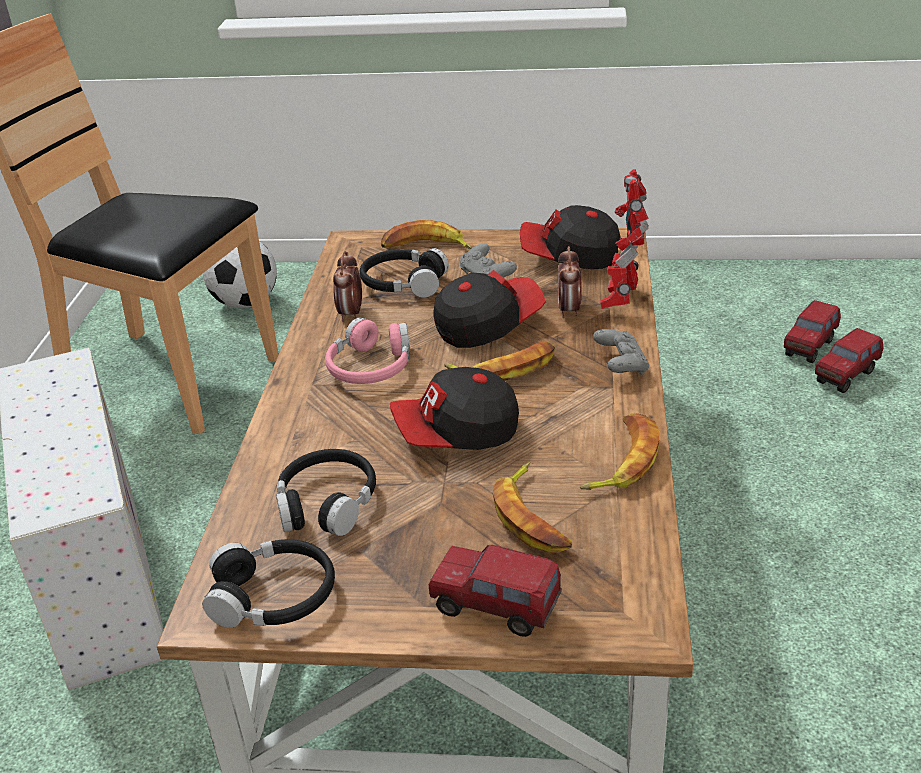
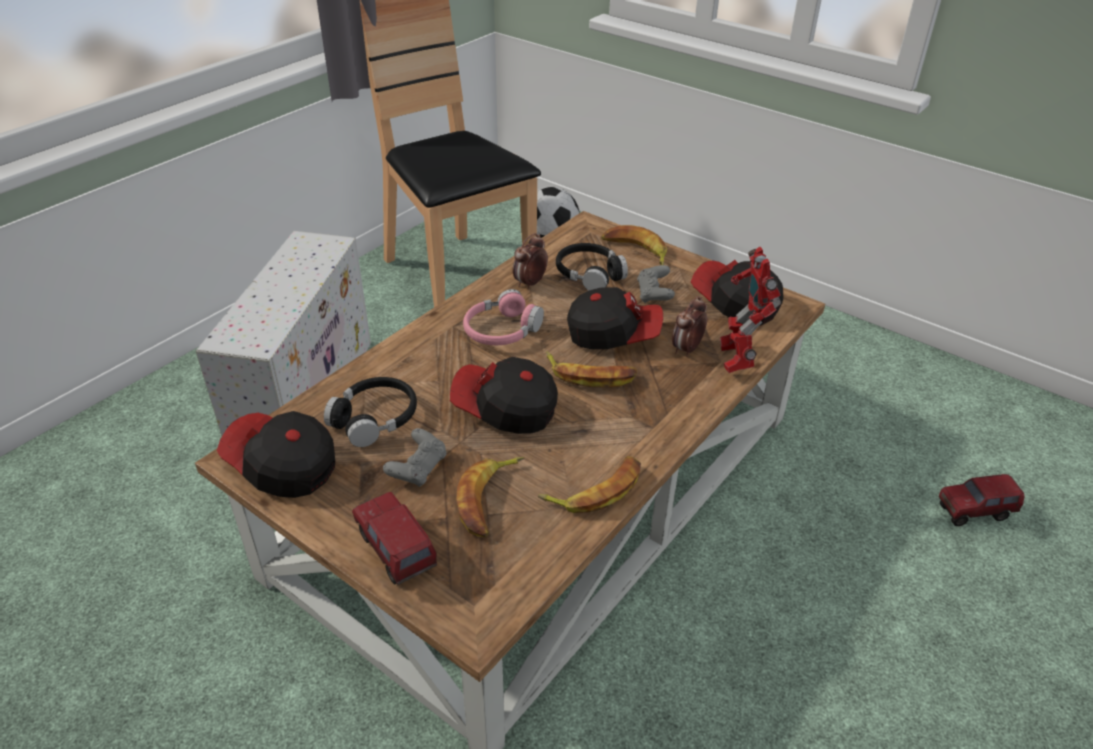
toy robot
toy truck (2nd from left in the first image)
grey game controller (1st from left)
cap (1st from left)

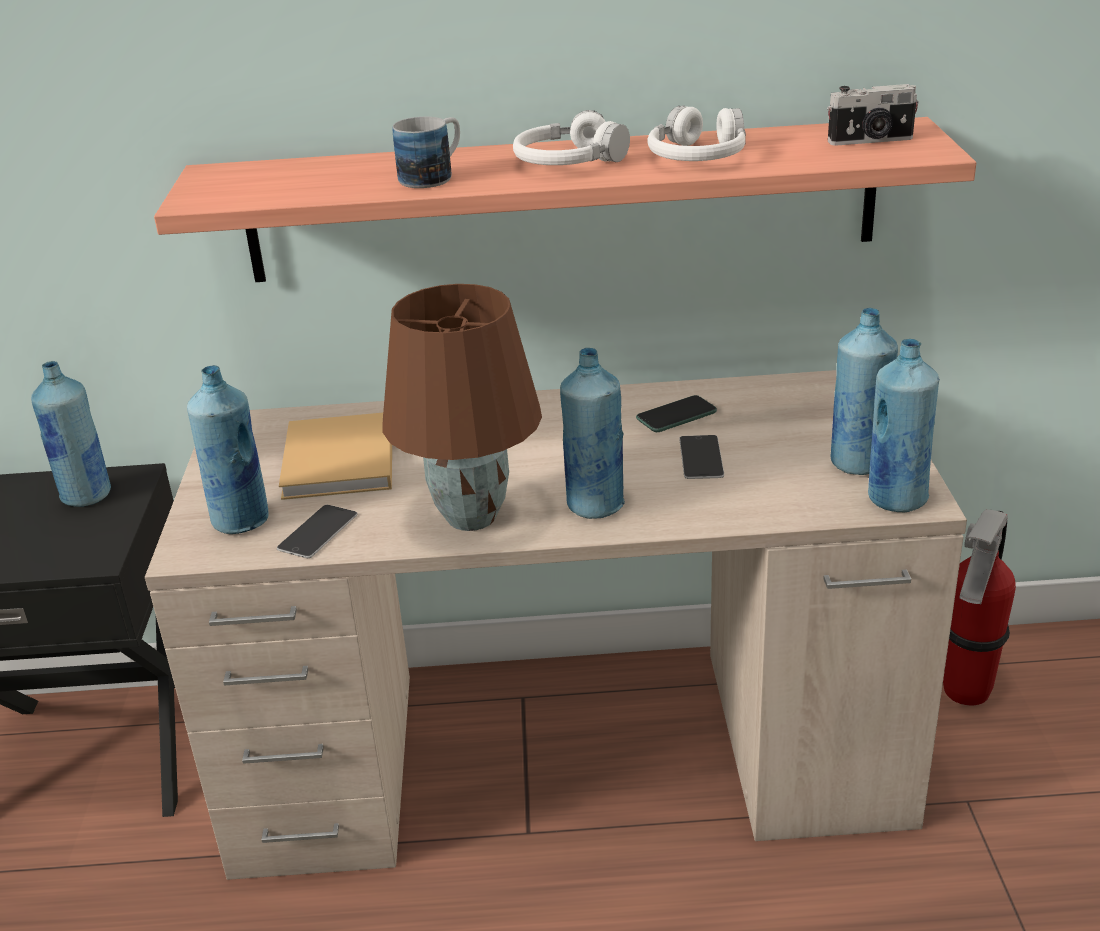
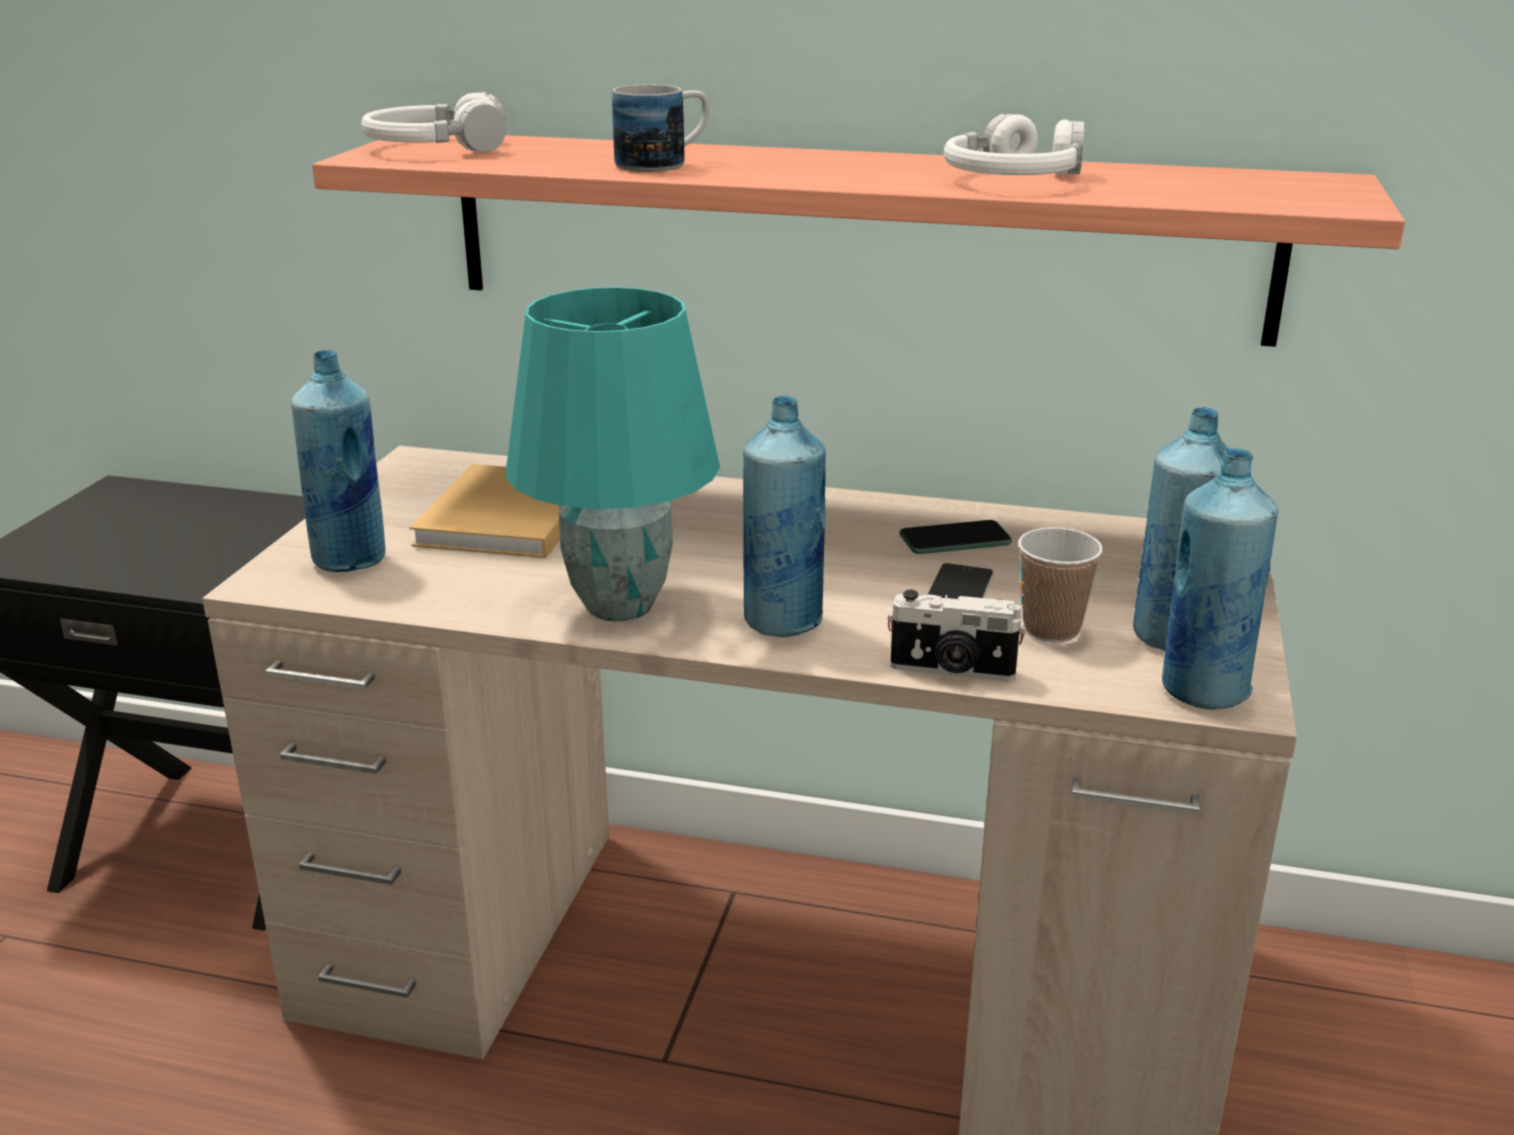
photo camera
white headphones (1st from left)
turquoise table lamp
blue bottle (1st from left in the first image)
phone (1st from left in the first image)
fire extinguisher
cup

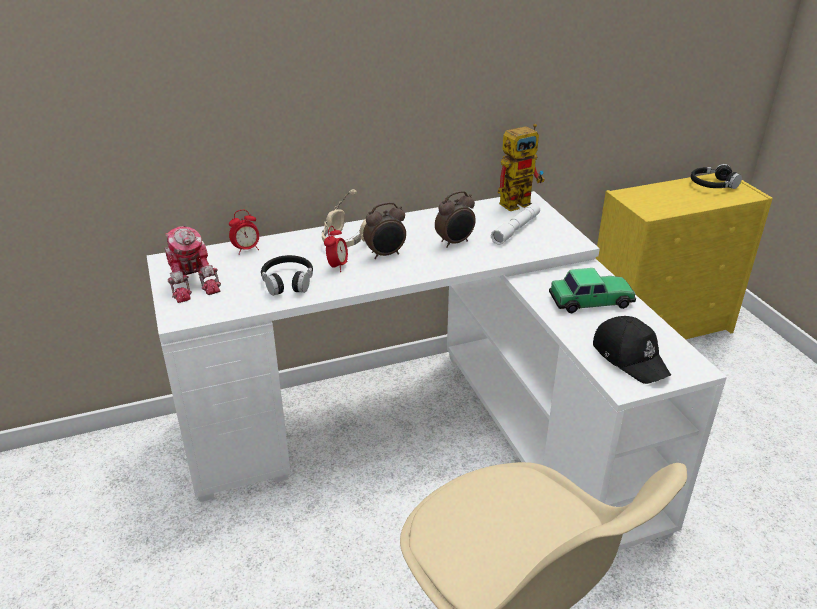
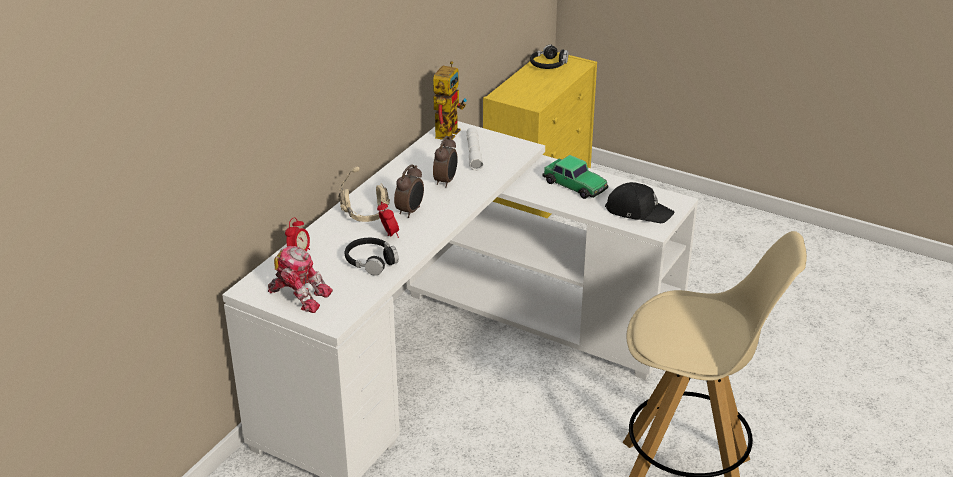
toy car

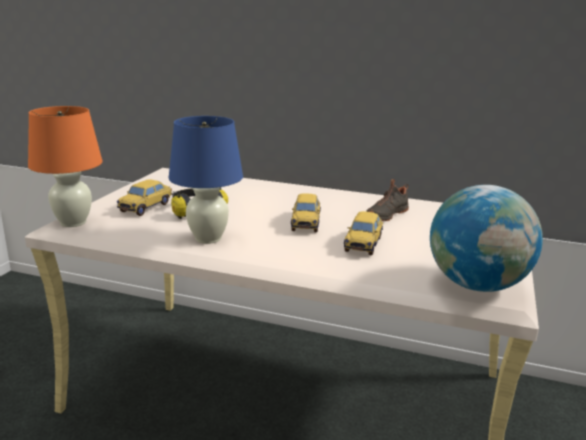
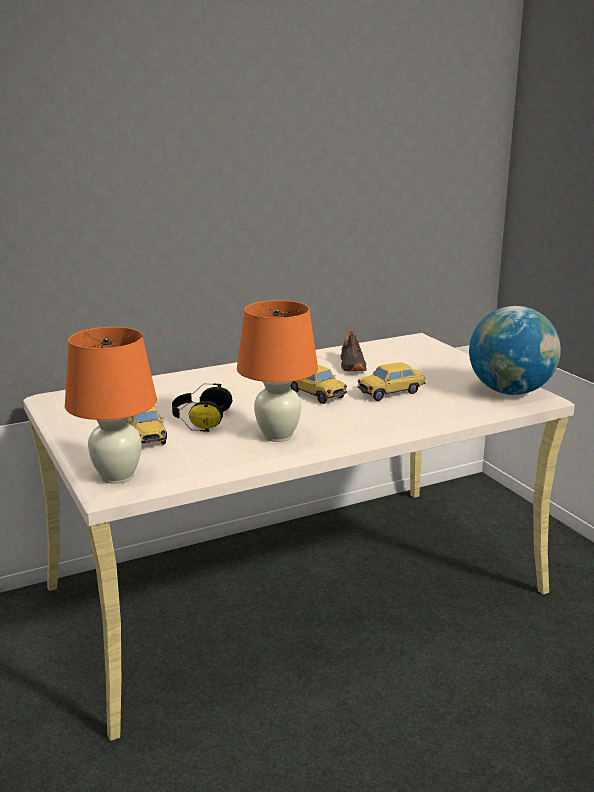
orange table lamp (2nd from left)
toy car (3rd from left)

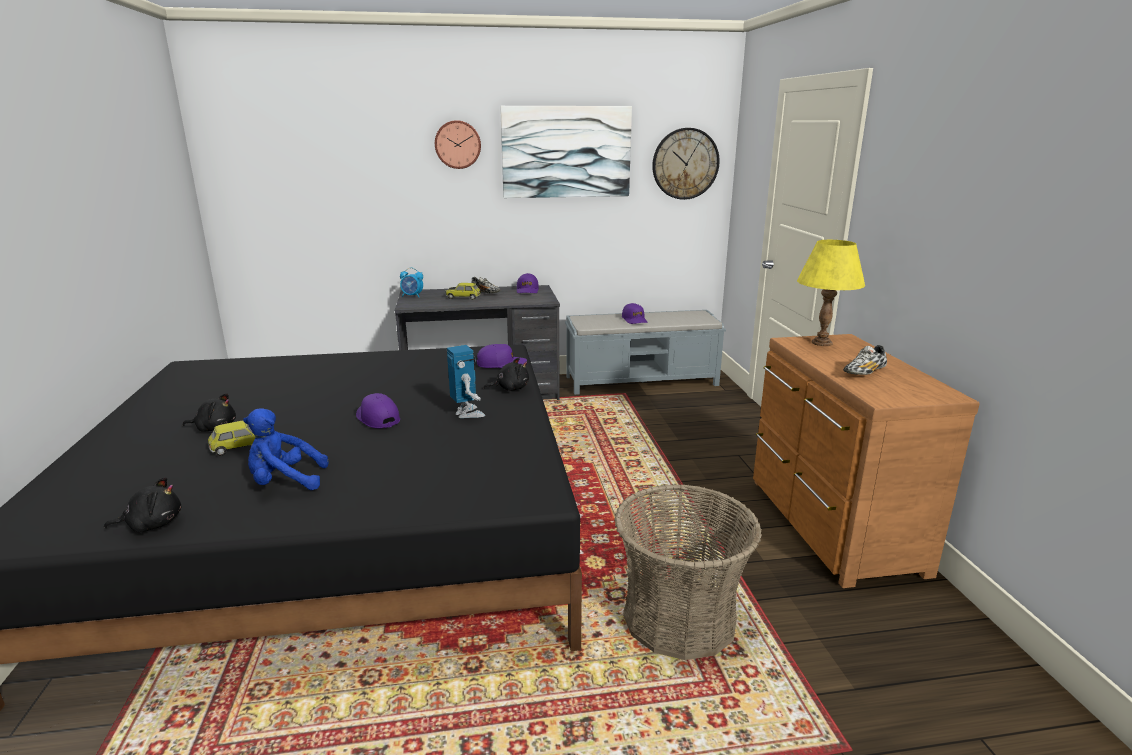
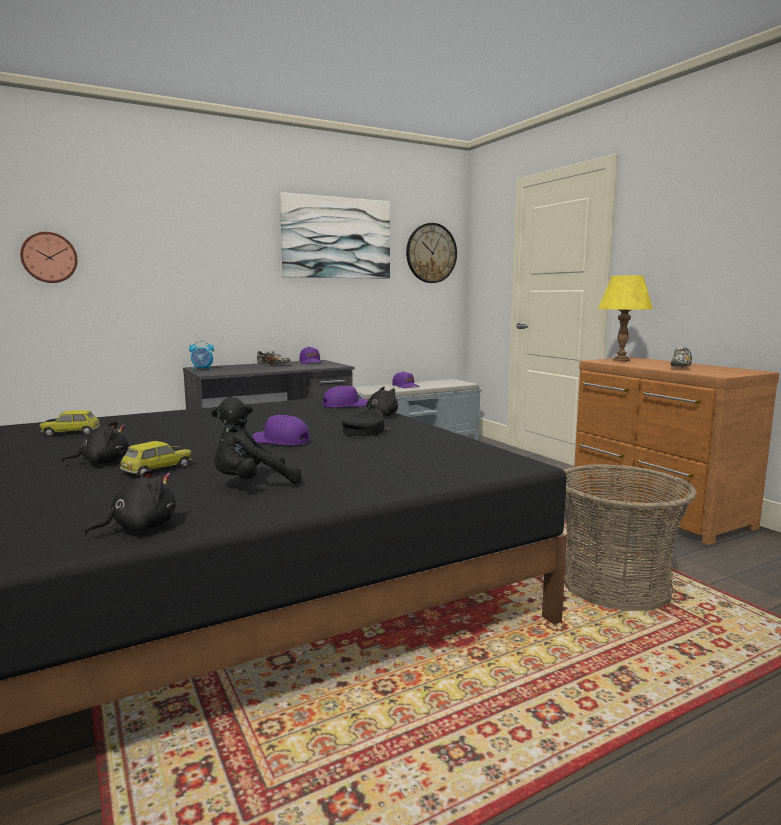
wall clock (1st from left)
toy car (1st from left)
black cap
black plush toy (3rd from left)

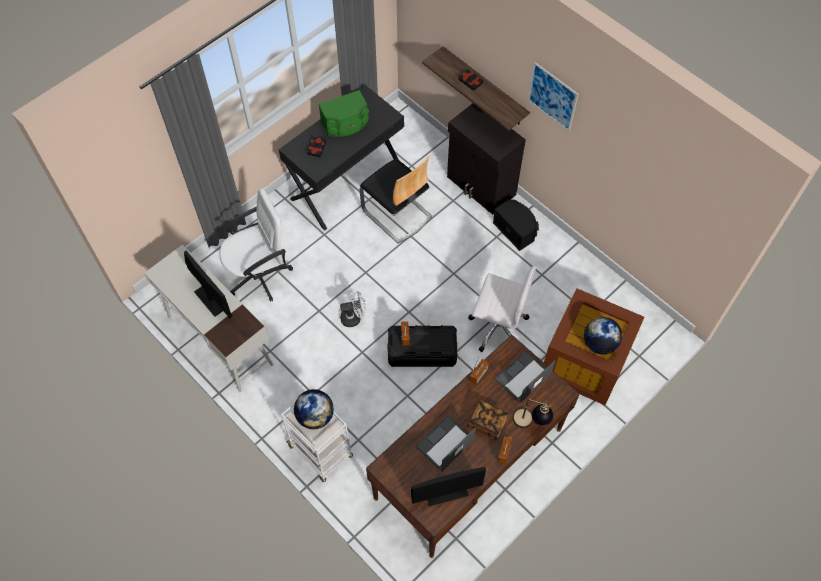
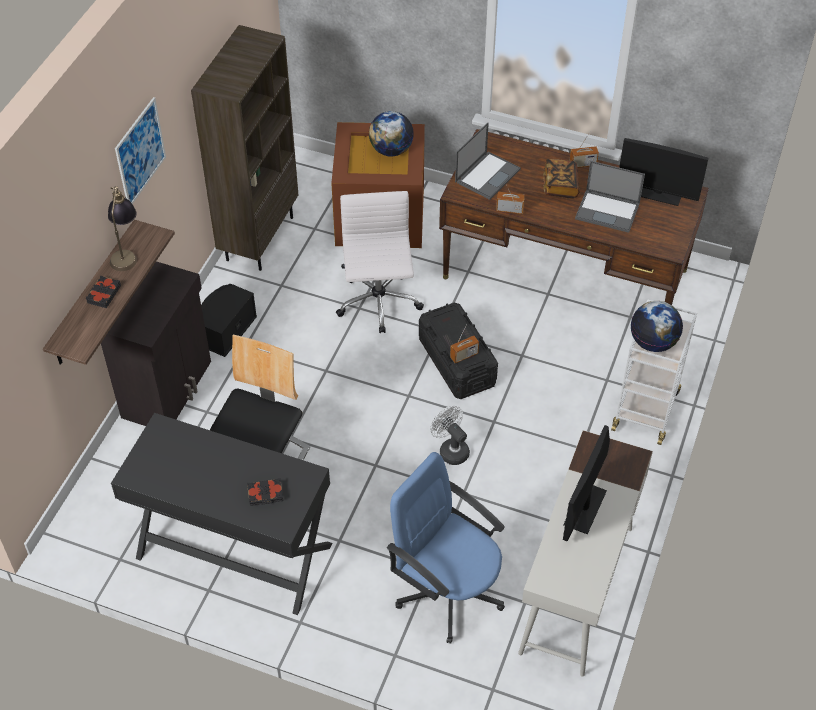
green speaker
blue office chair
laptop (1st from left)
table lamp
monitor (2nd from left)
brown bookcase

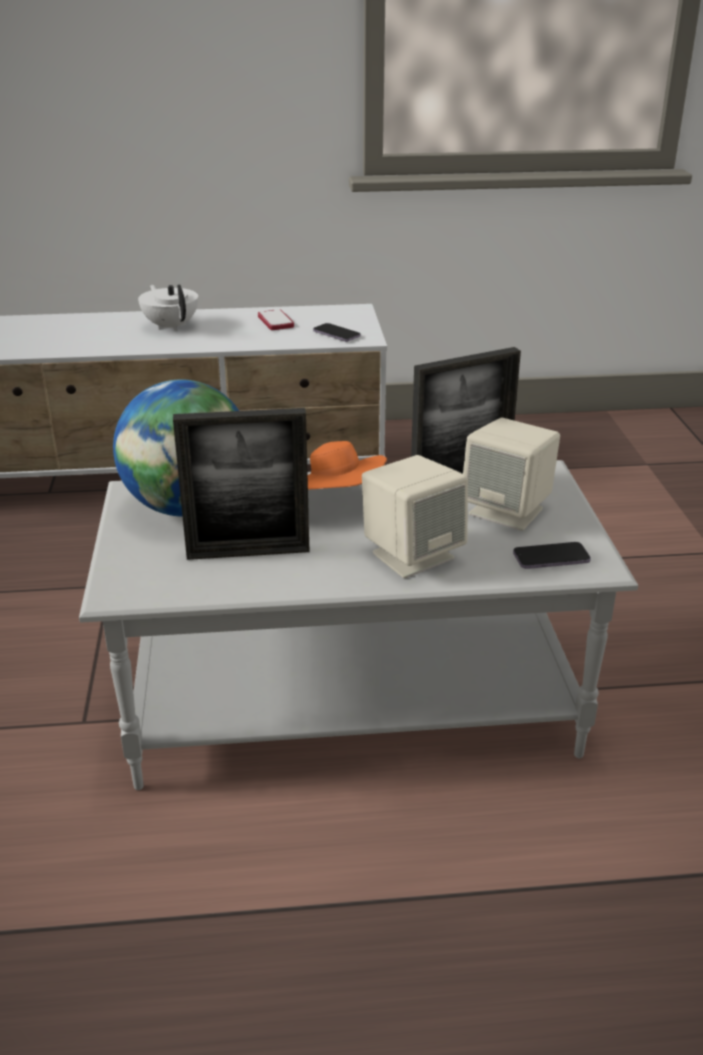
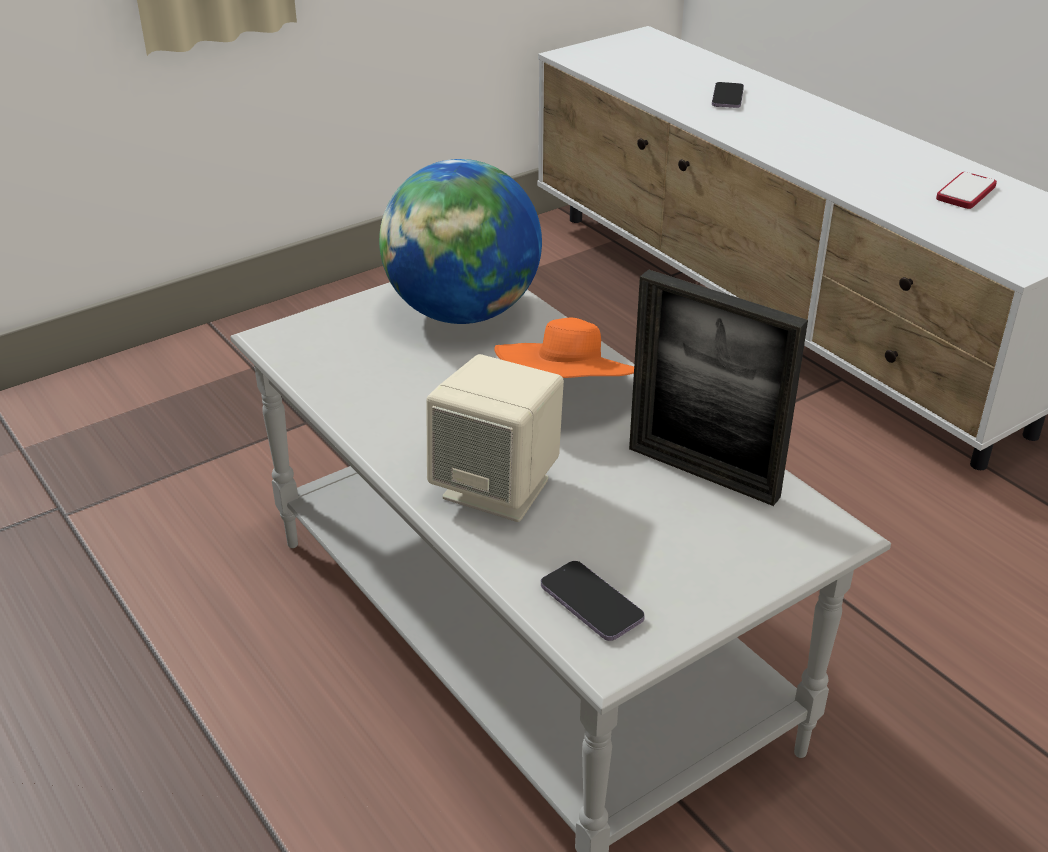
white teapot
phone (2nd from left)
picture frame (1st from left in the first image)
beige speaker (2nd from left in the first image)

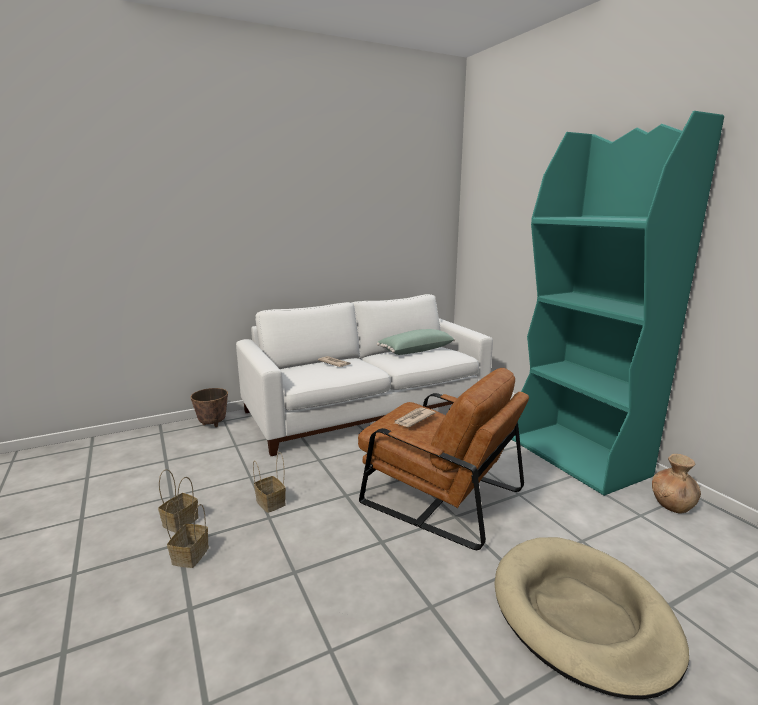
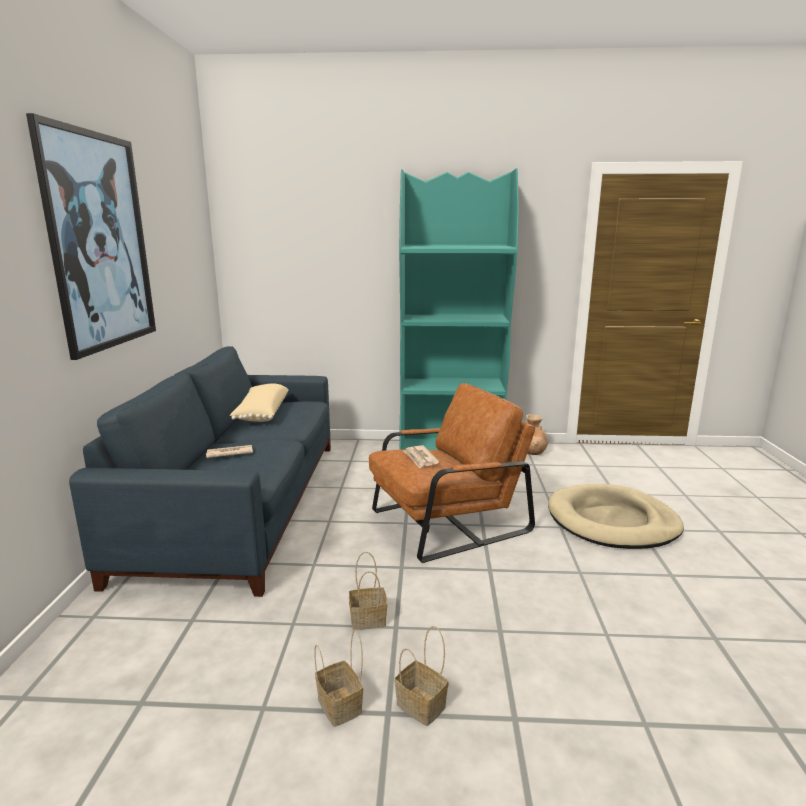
blue sofa
beige pillow
planter
picture

